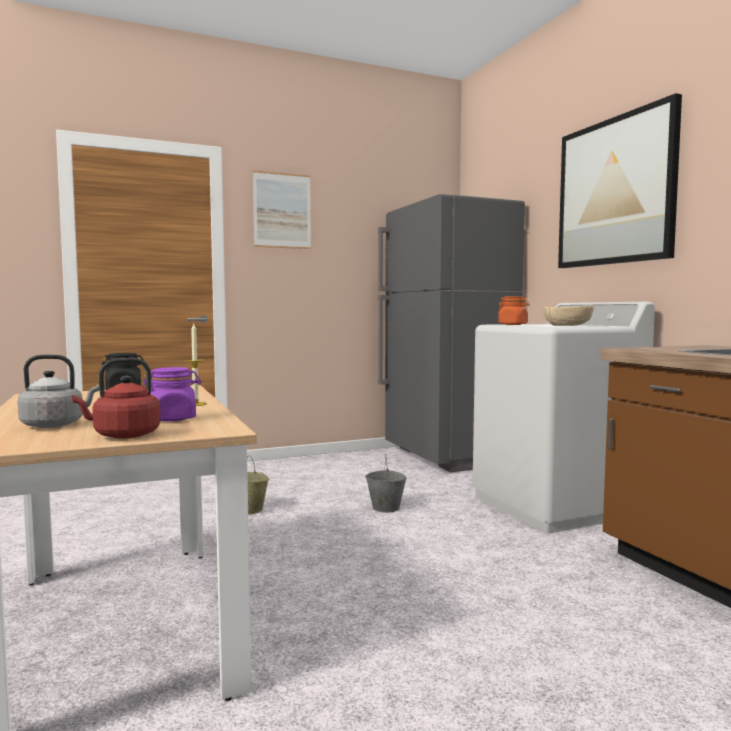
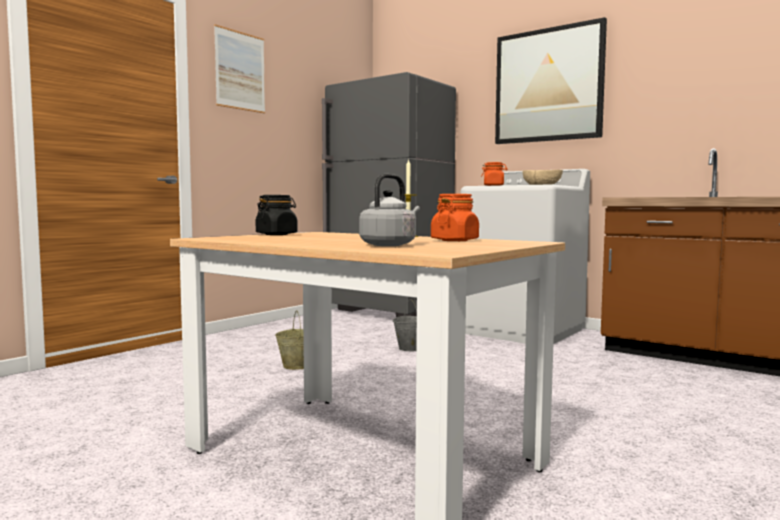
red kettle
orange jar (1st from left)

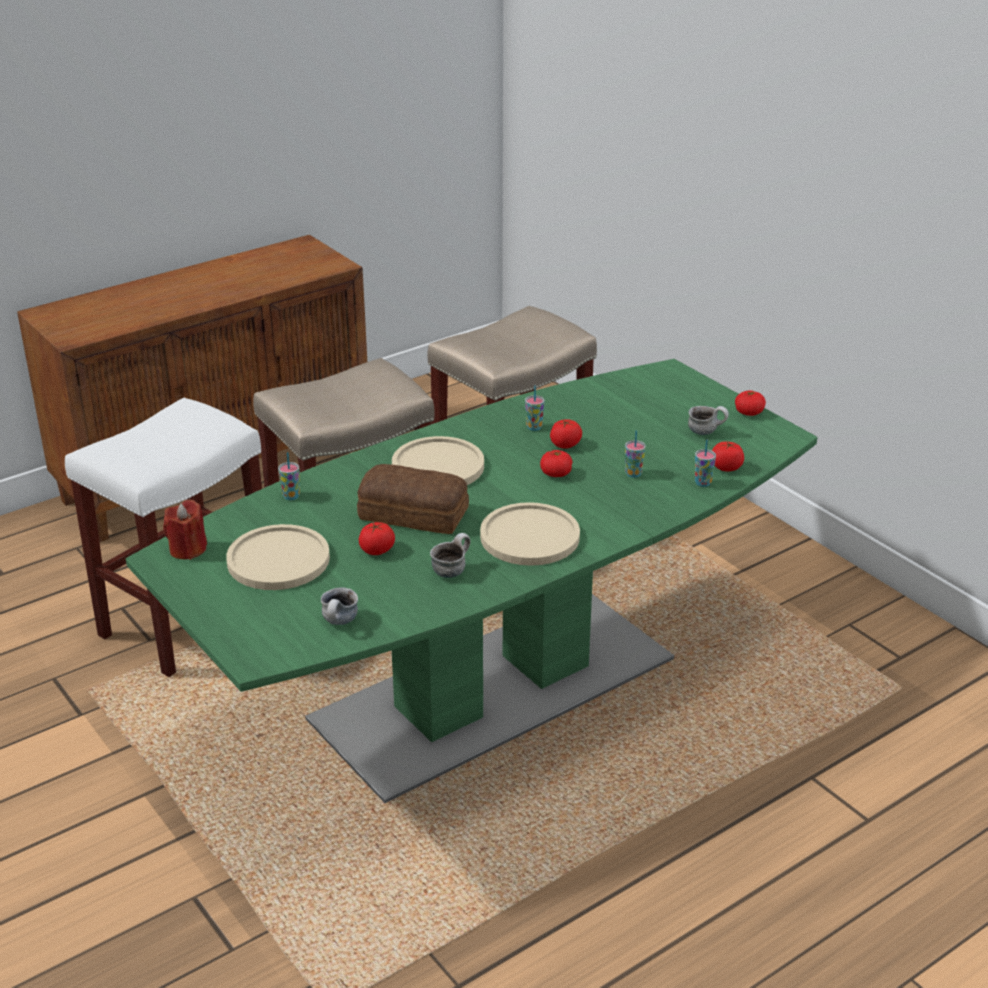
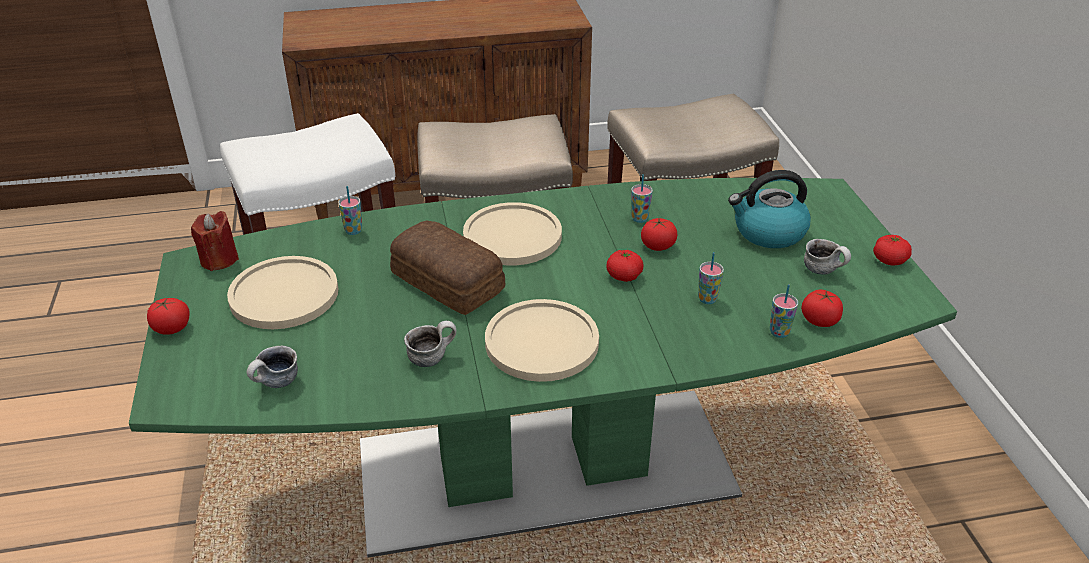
tomato (1st from left)
kettle

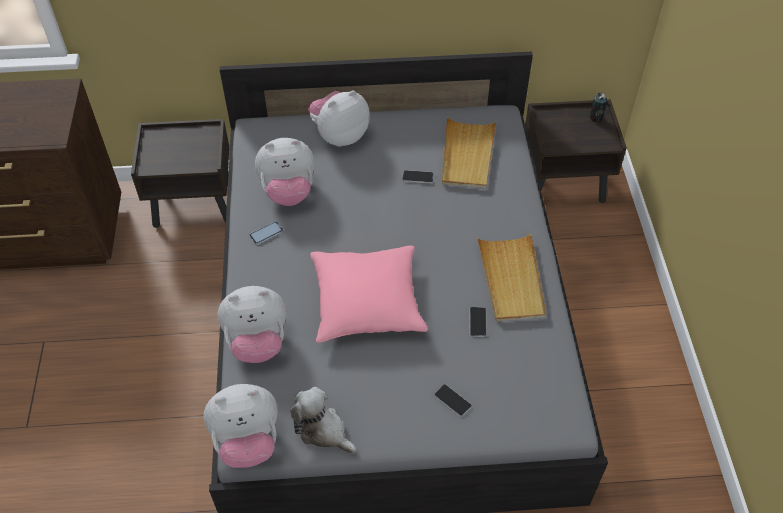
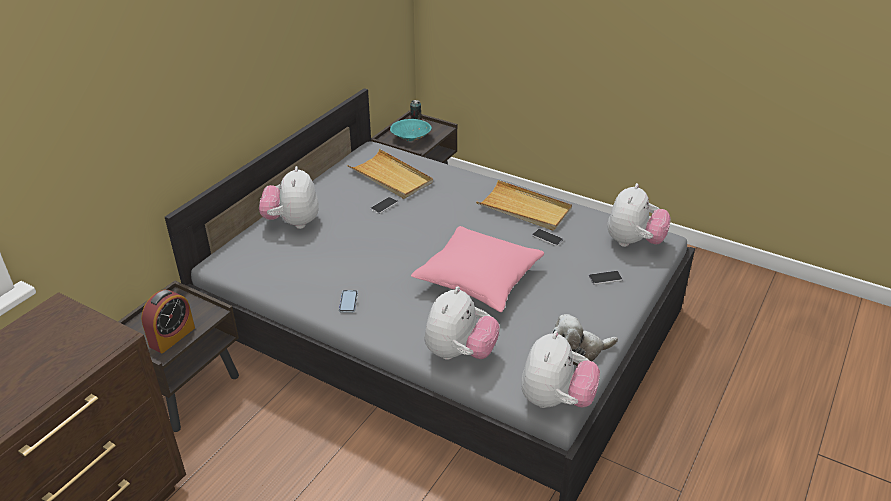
plush toy (5th from left)
turquoise bowl
alarm clock

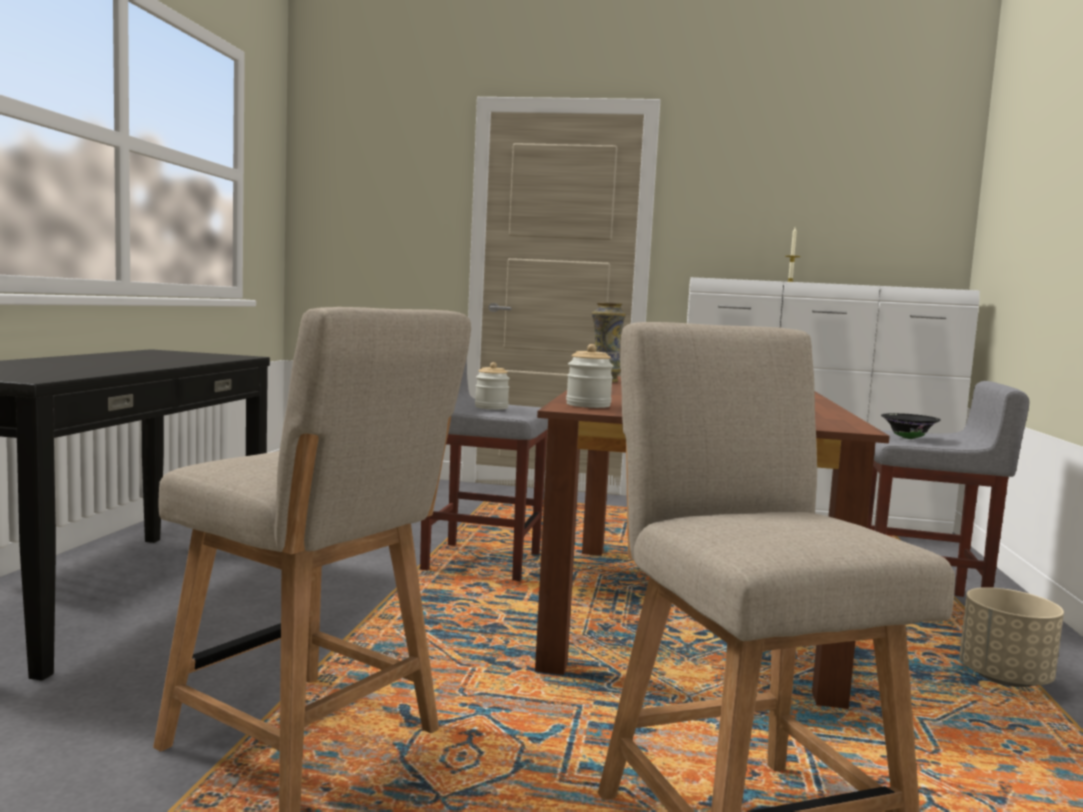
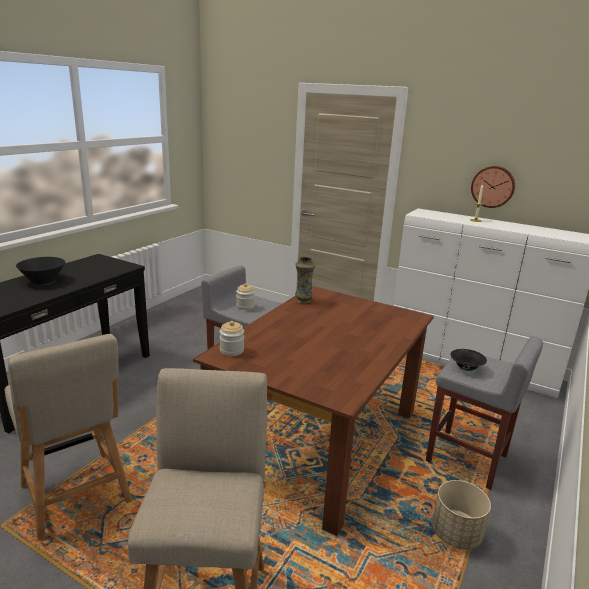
wall clock
black bowl (1st from left)

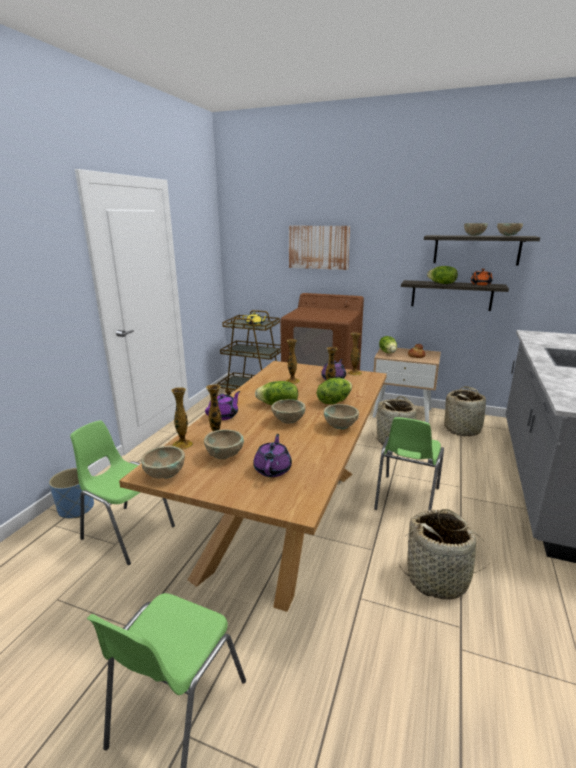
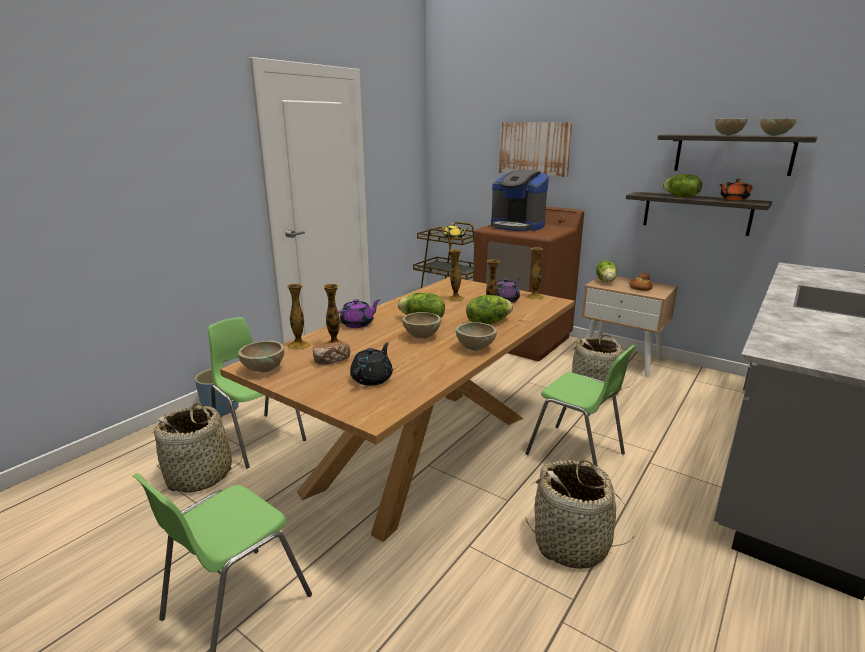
basket (1st from left)
green chair (3rd from left)
bread (1st from left)
black teapot
coffee machine

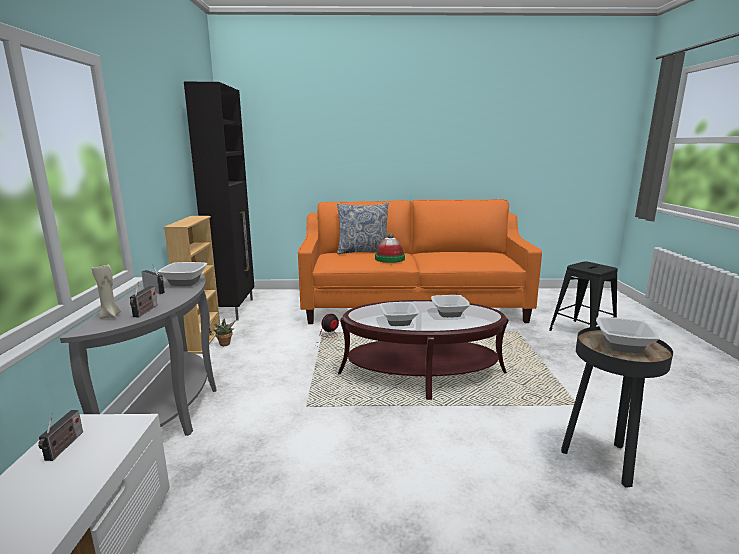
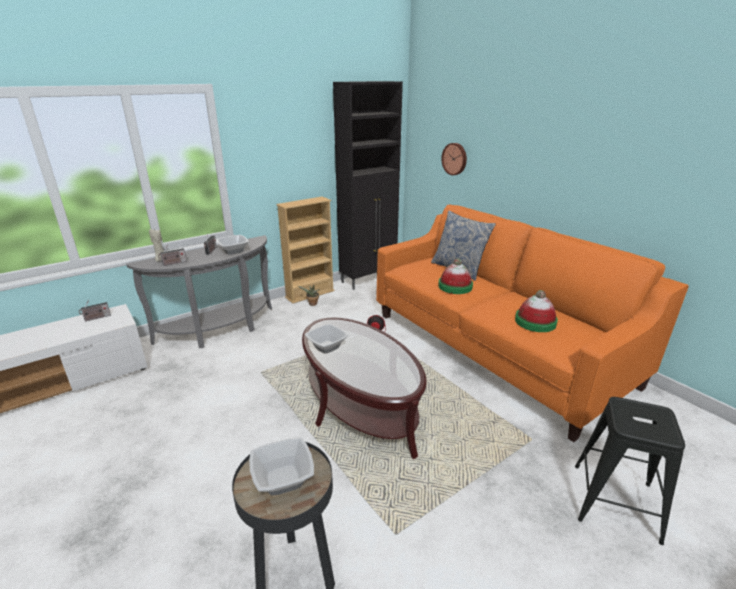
bowl (3rd from left in the first image)
wall clock
hat (2nd from left)

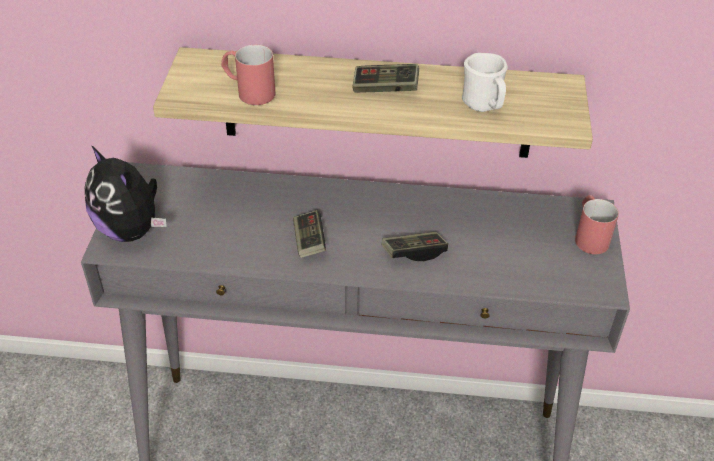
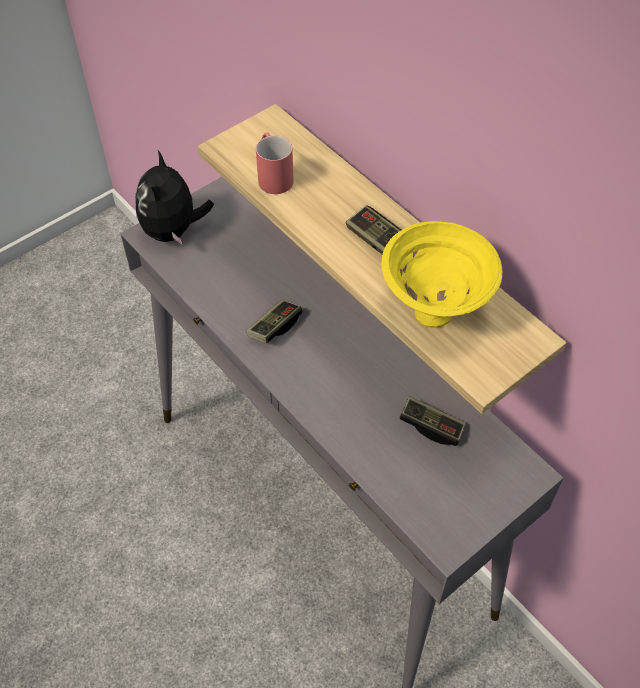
yellow bowl
red mug (2nd from left in the first image)
game controller (3rd from left)

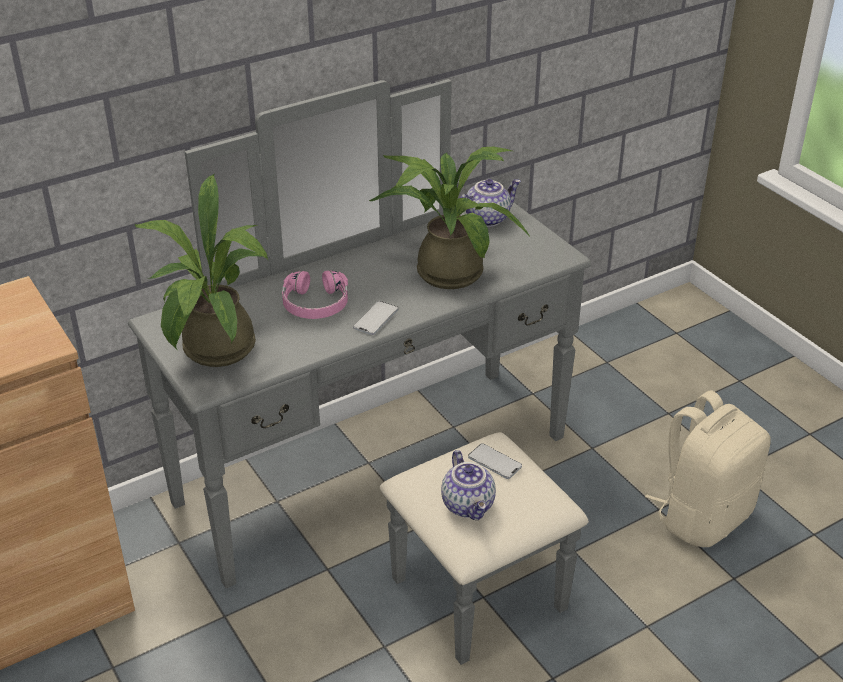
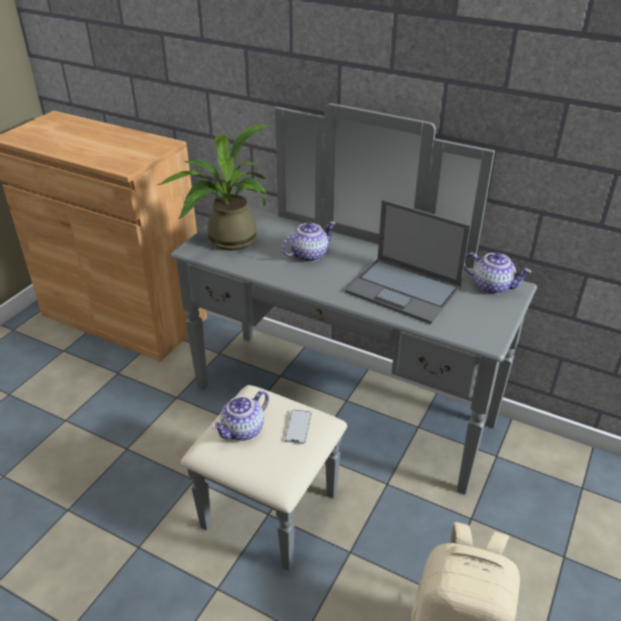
laptop
teapot (2nd from left)
phone (1st from left in the first image)

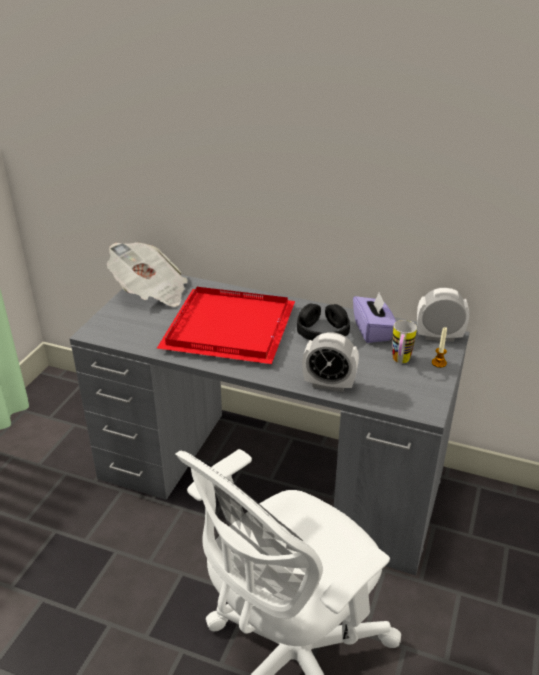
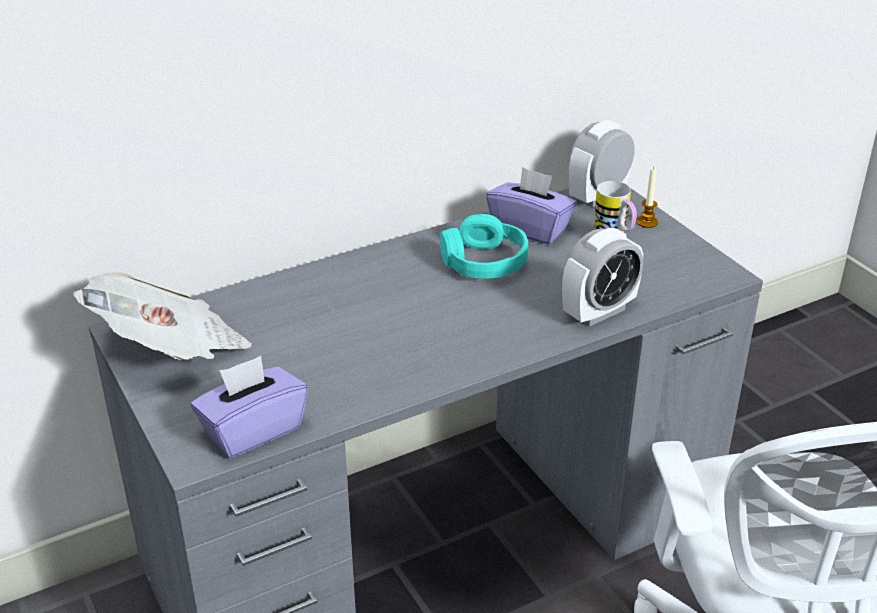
red tray
turquoise headphones
purple tissue box (1st from left)

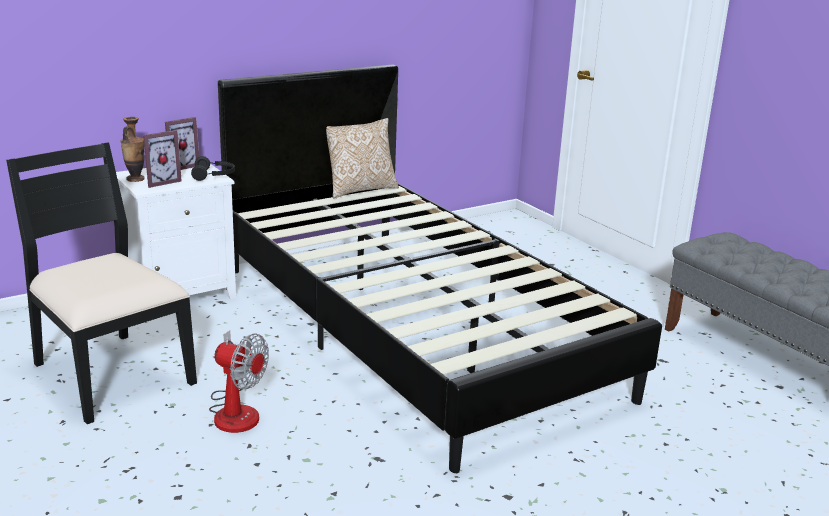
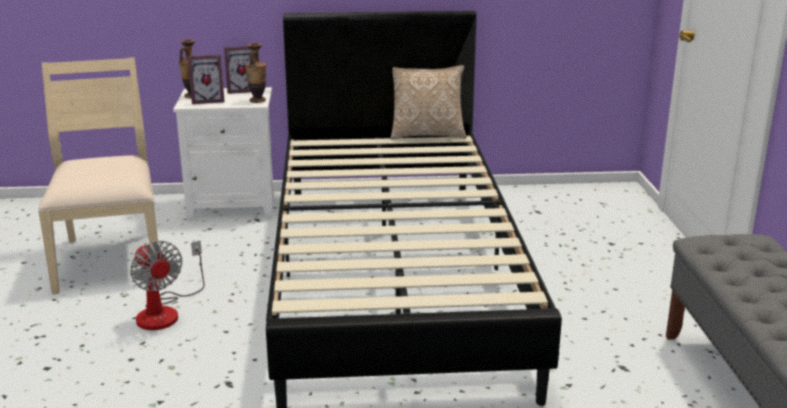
beige chair
vase (2nd from left)

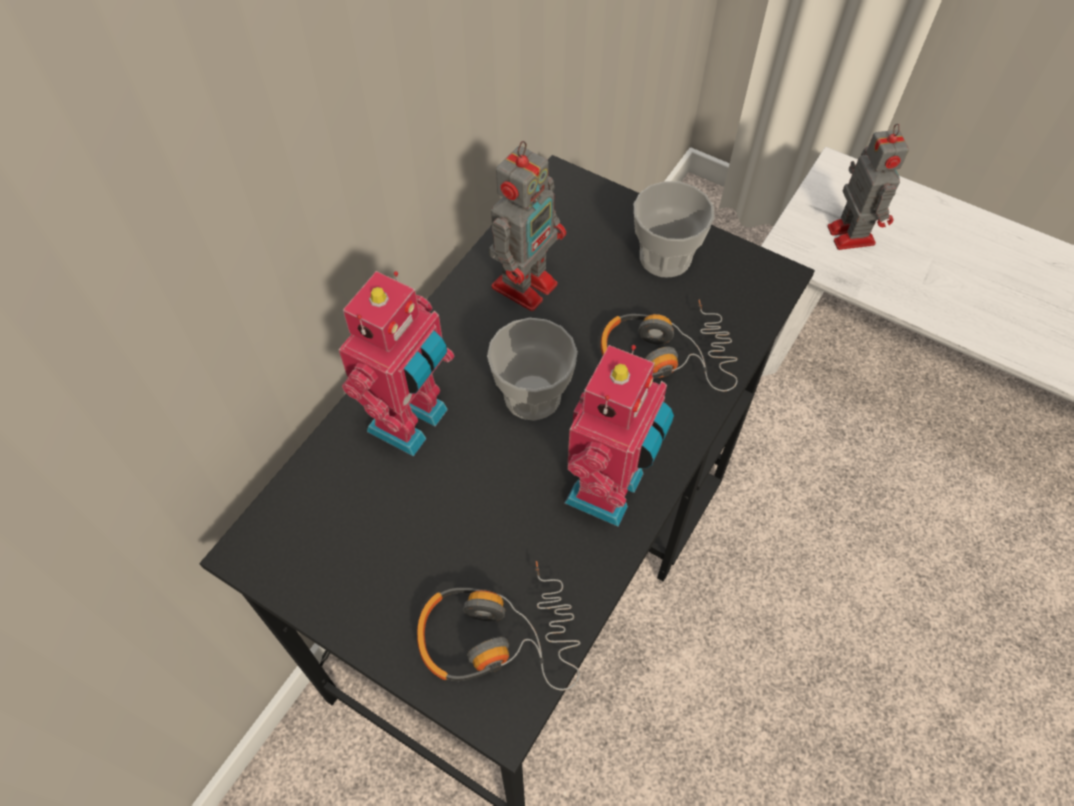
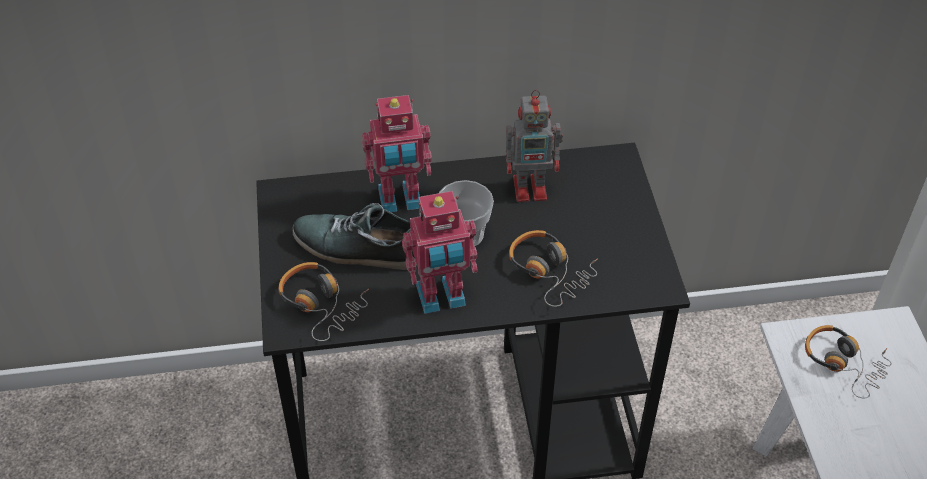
headphones (3rd from left)
cup (2nd from left in the first image)
shoe

